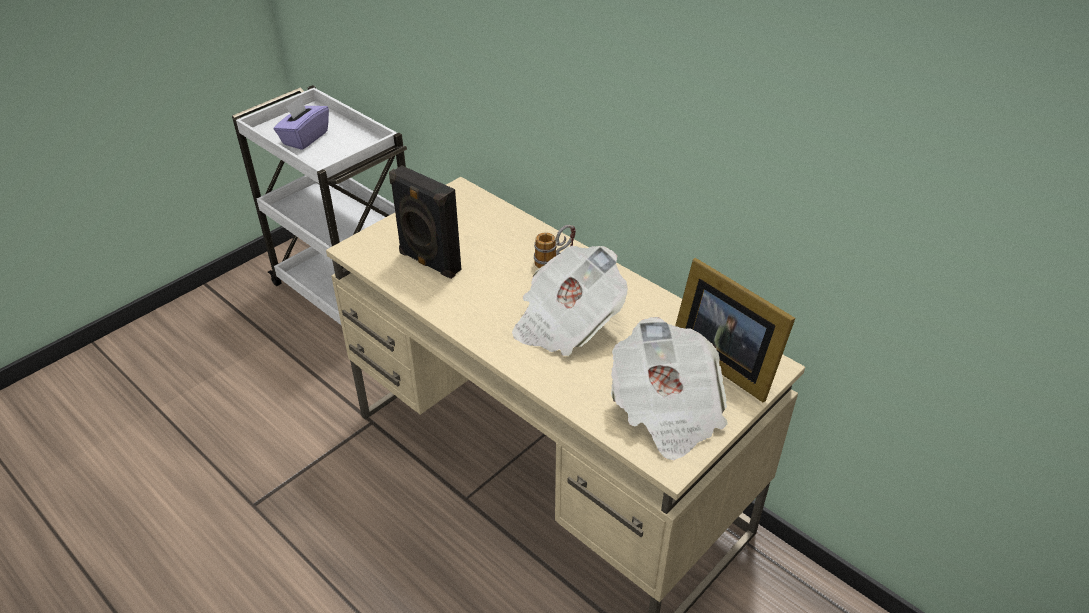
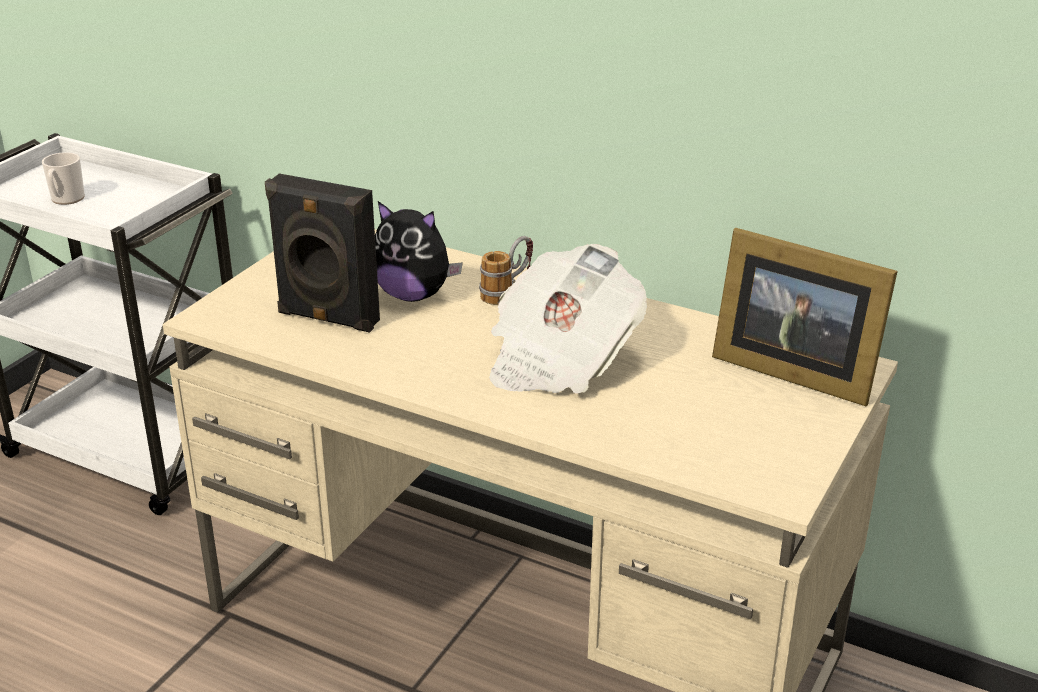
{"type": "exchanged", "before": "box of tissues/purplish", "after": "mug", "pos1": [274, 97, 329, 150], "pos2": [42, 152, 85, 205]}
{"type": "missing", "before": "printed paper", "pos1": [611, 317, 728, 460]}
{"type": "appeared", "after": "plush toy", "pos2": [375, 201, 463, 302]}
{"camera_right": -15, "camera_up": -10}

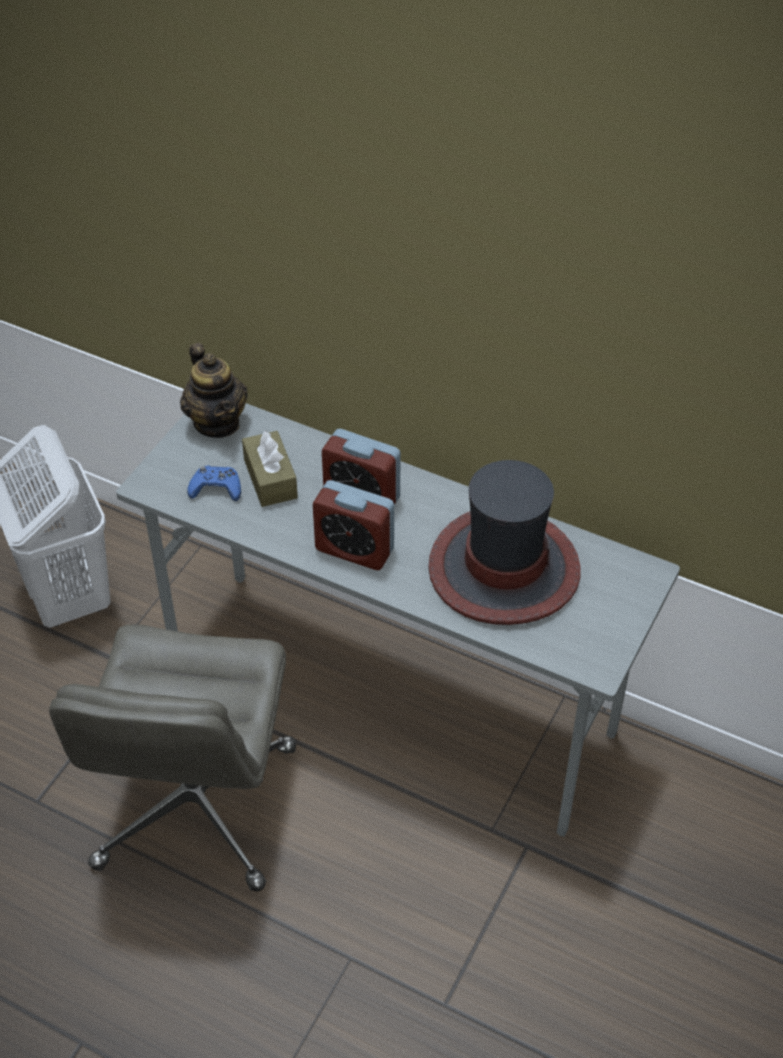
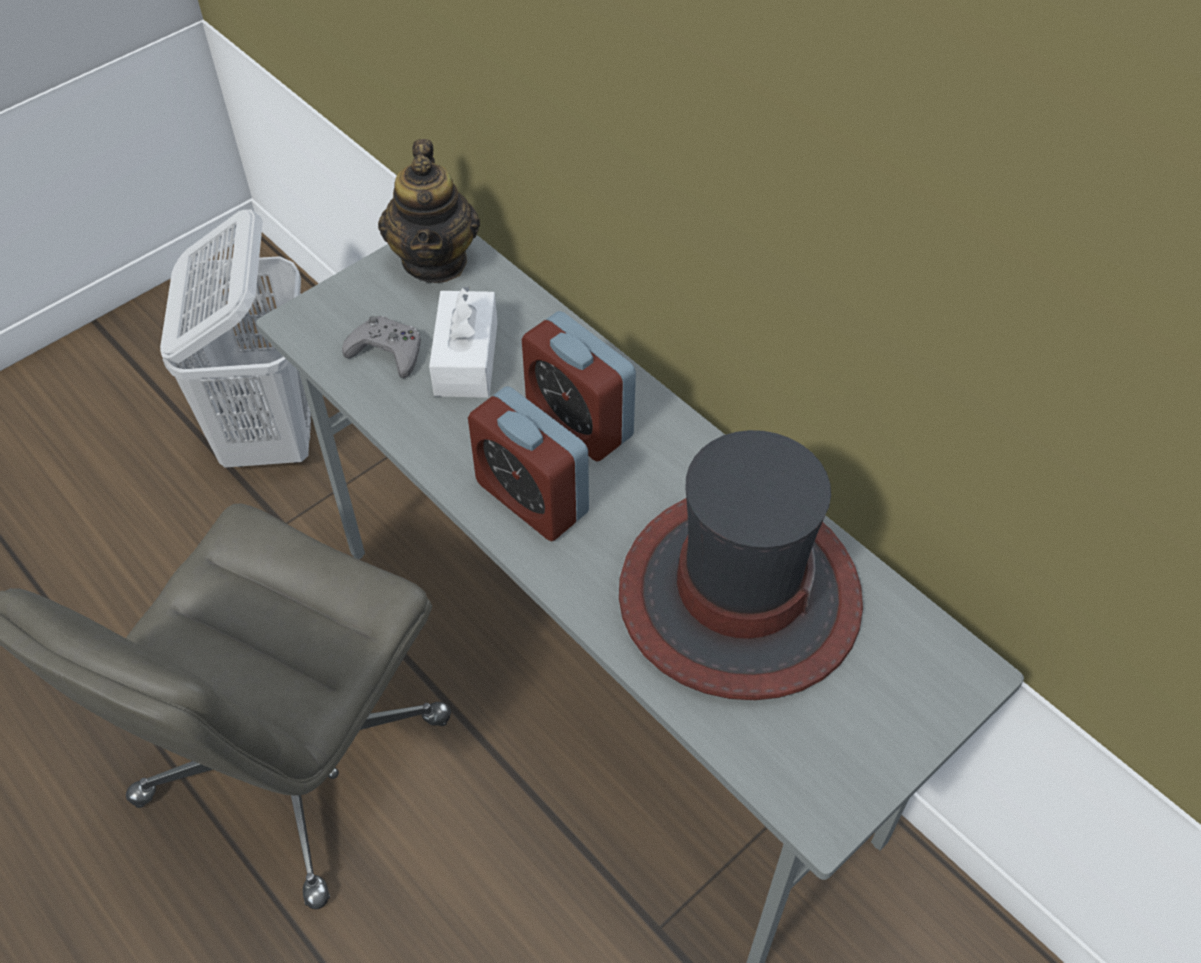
{"type": "colour", "before": "box of tissues/brown-coloured", "after": "box of tissues/white", "pos1": [242, 430, 298, 507], "pos2": [429, 286, 498, 398]}
{"type": "colour", "before": "gamepad/blue", "after": "gamepad/greyish", "pos1": [187, 466, 241, 501], "pos2": [342, 316, 421, 378]}
{"camera_right": 20, "camera_up": 5}

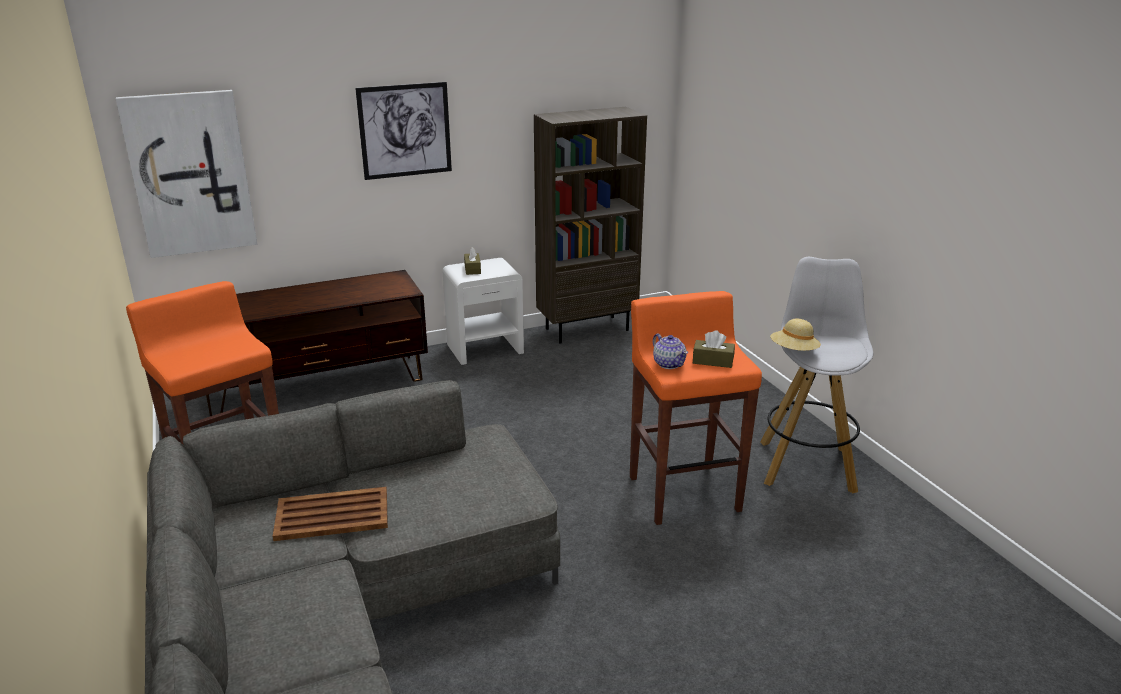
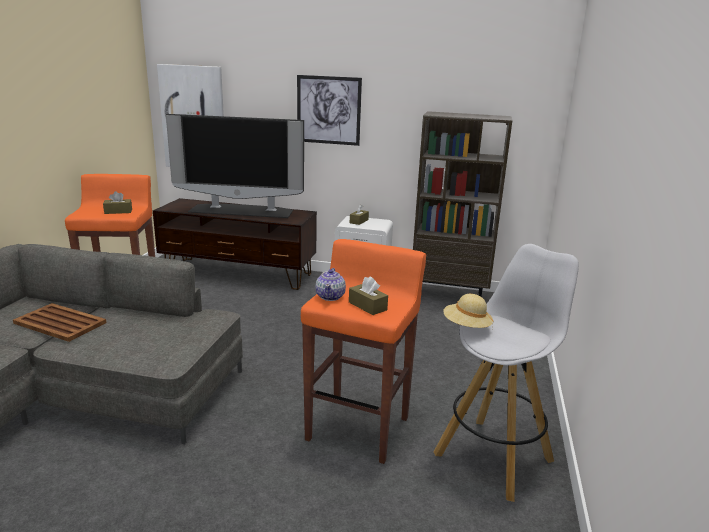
{"type": "appeared", "after": "TV set", "pos2": [166, 114, 304, 218]}
{"type": "appeared", "after": "box of tissues/brown-coloured", "pos2": [103, 191, 132, 214]}
{"camera_right": 35, "camera_up": -5}

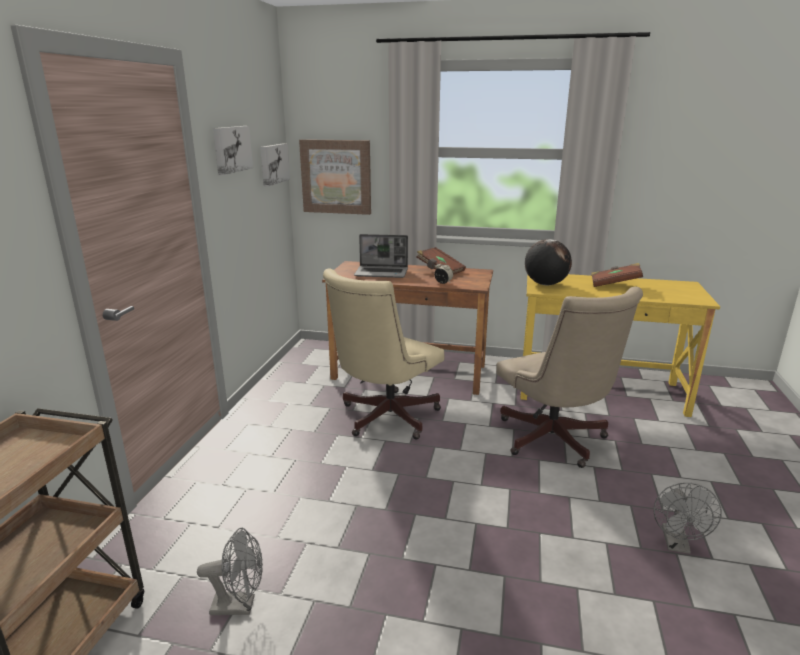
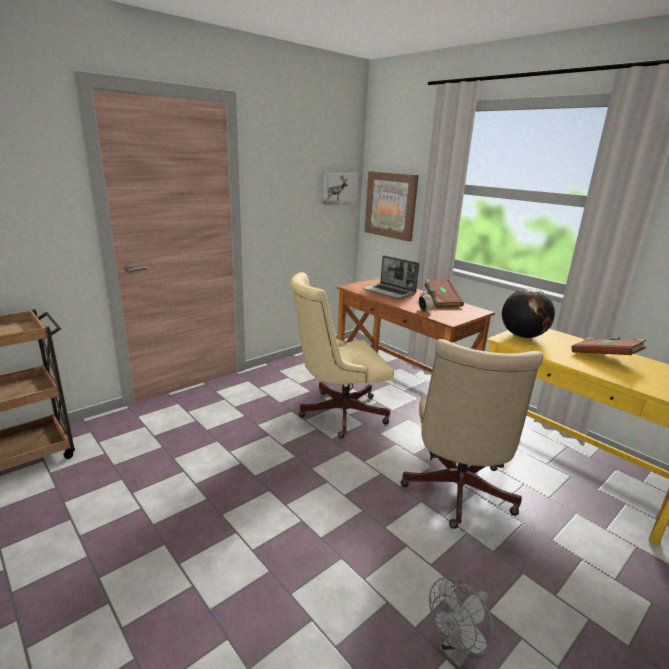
{"type": "missing", "before": "wall art", "pos1": [213, 126, 253, 175]}
{"type": "missing", "before": "electric fan/greyish", "pos1": [197, 528, 263, 615]}
{"camera_right": 35, "camera_up": 0}

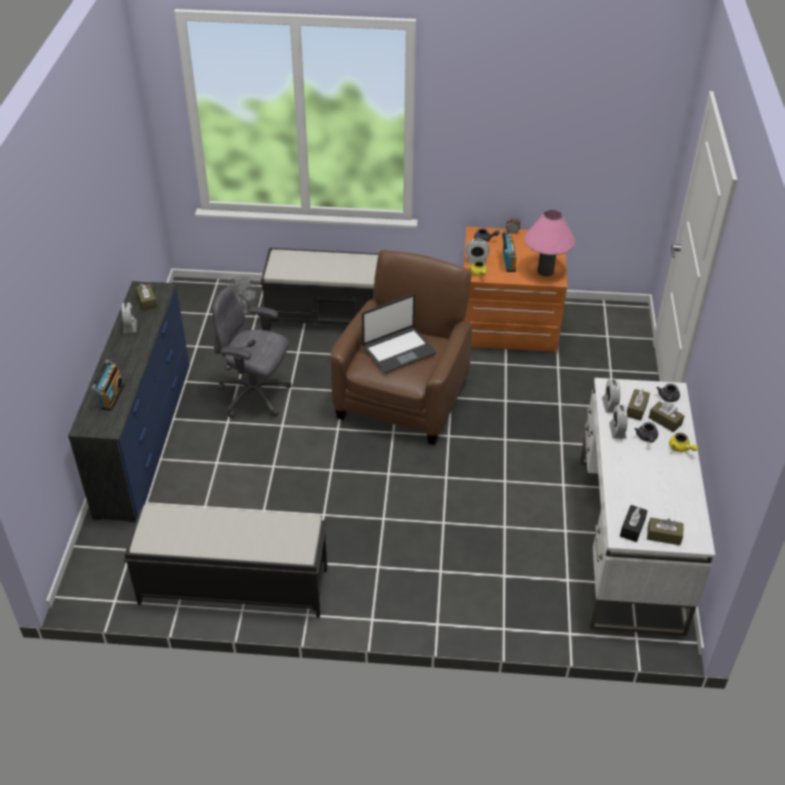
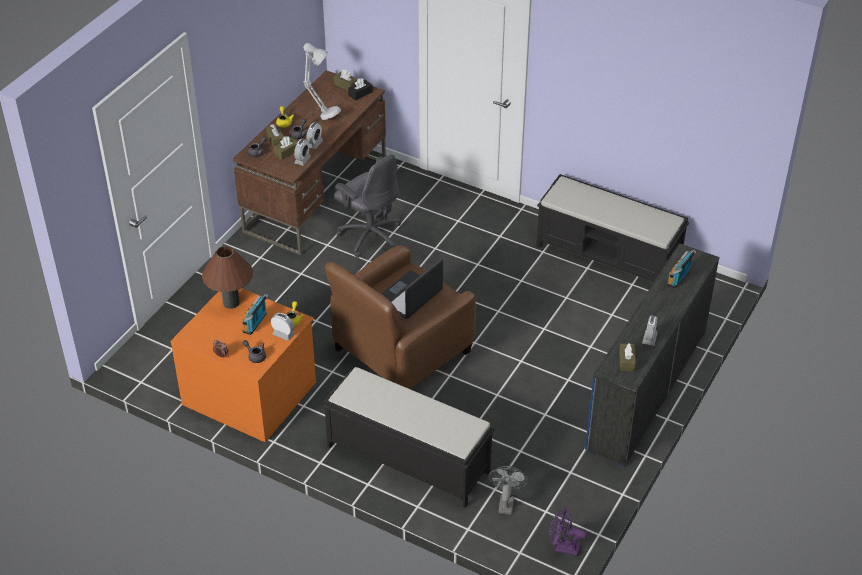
{"type": "colour", "before": "tabletop lamp/pink", "after": "tabletop lamp/brown-coloured", "pos1": [524, 210, 575, 277], "pos2": [202, 246, 253, 309]}
{"type": "relocated", "before": "computer chair/greyish", "pos1": [212, 287, 292, 418], "pos2": [334, 154, 401, 258]}
{"type": "spun", "before": "portable computer", "pos1": [362, 294, 436, 373], "pos2": [382, 258, 443, 319], "turn": -45}
{"type": "colour", "before": "desk table/white", "after": "desk table/brown-coloured", "pos1": [580, 378, 715, 636], "pos2": [233, 70, 386, 255]}
{"type": "appeared", "after": "tabletop lamp/greyish", "pos2": [303, 43, 341, 120]}
{"type": "appeared", "after": "electric fan/purplish", "pos2": [549, 508, 587, 556]}
{"camera_right": -155, "camera_up": 0}

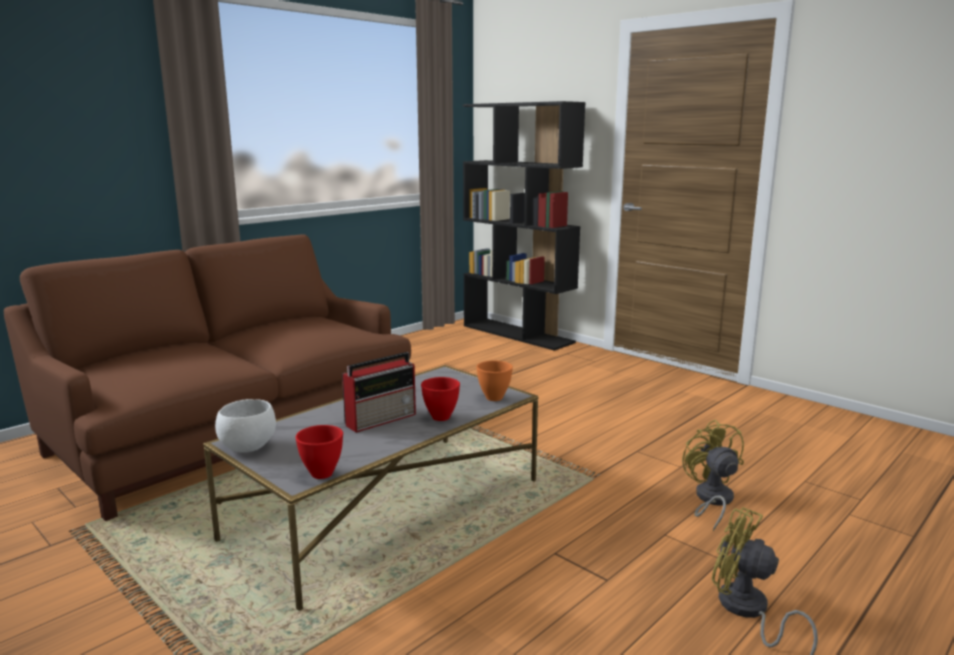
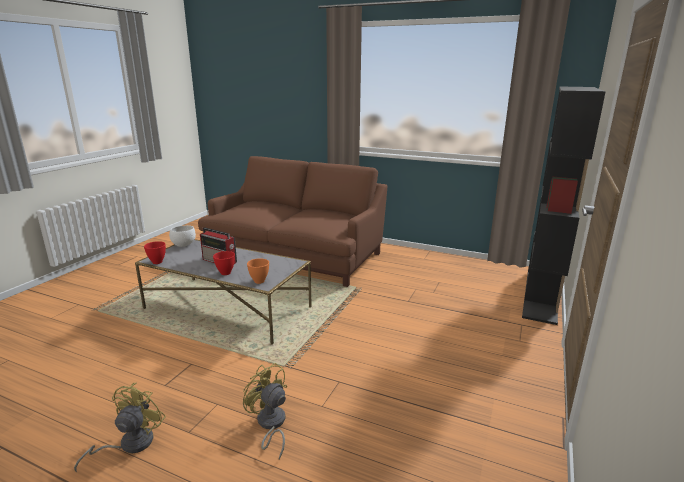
{"type": "spun", "before": "electric fan/yellowish", "pos1": [682, 420, 744, 531], "pos2": [243, 363, 287, 460], "turn": -105}
{"camera_right": 70, "camera_up": 5}

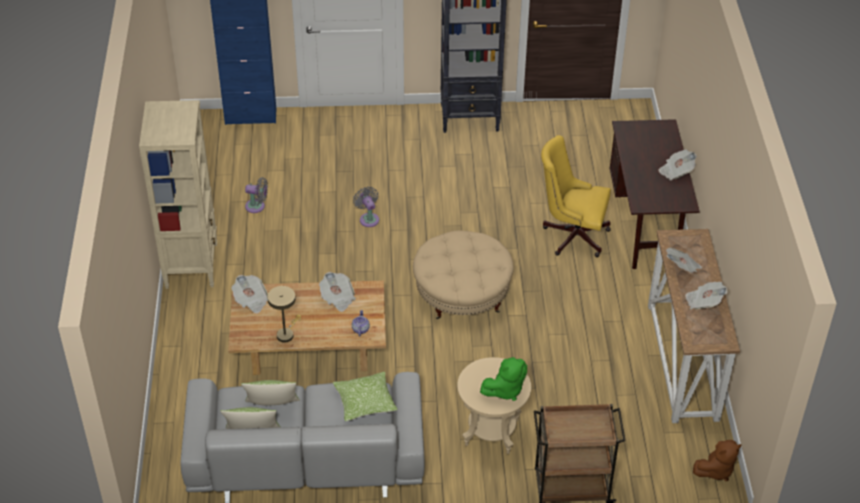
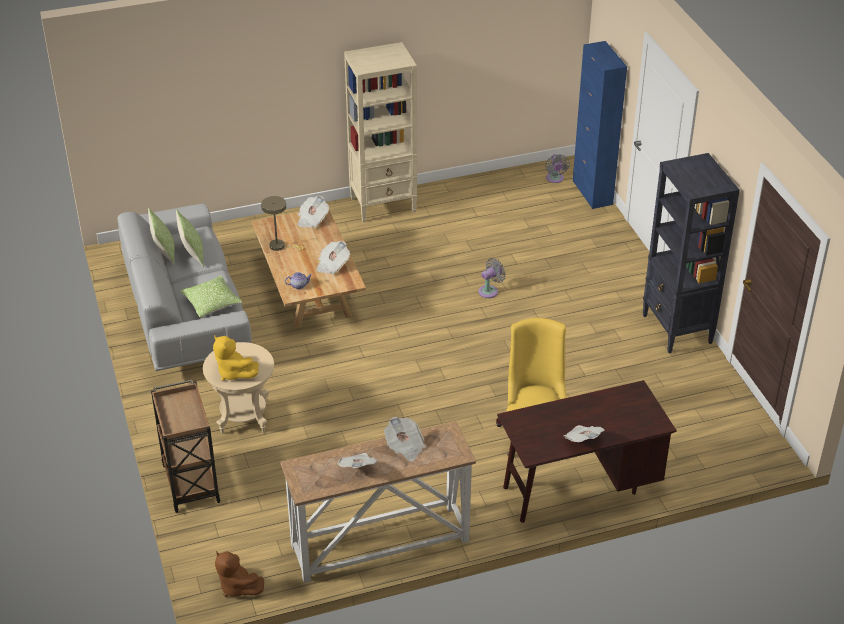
{"type": "relocated", "before": "electric fan/greyish", "pos1": [245, 177, 268, 213], "pos2": [545, 154, 570, 183]}
{"type": "missing", "before": "footrest/beige", "pos1": [413, 231, 514, 319]}
{"type": "colour", "before": "plush toy/green", "after": "plush toy/yellowish", "pos1": [480, 357, 527, 401], "pos2": [213, 335, 259, 381]}
{"camera_right": 75, "camera_up": -5}

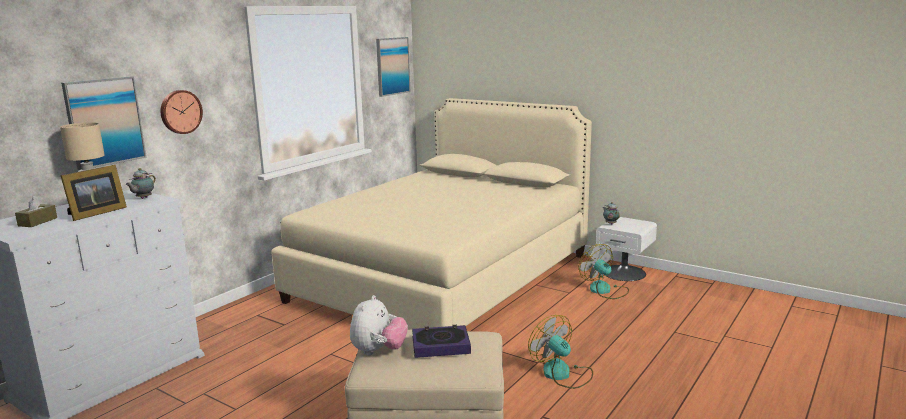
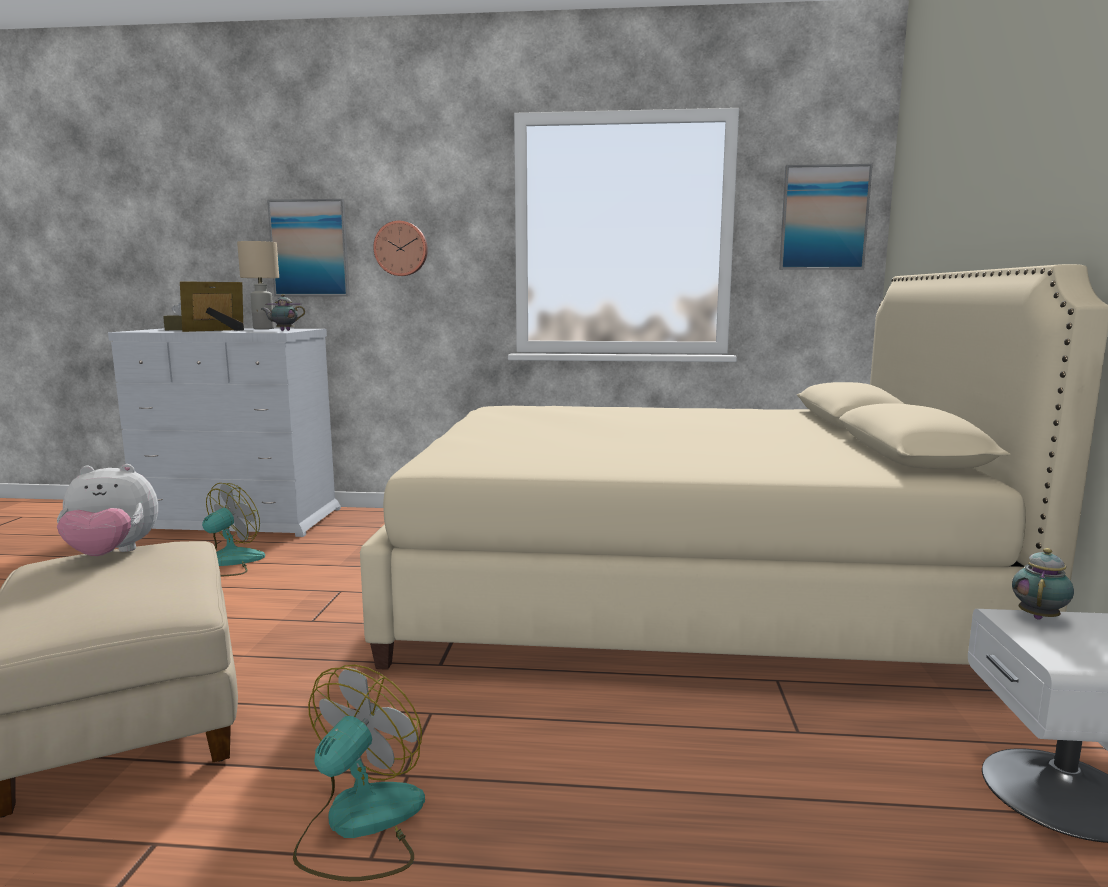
{"type": "spun", "before": "photo frame", "pos1": [60, 165, 127, 221], "pos2": [180, 281, 244, 332], "turn": 135}
{"type": "relocated", "before": "electric fan", "pos1": [579, 244, 629, 299], "pos2": [202, 483, 265, 577]}
{"type": "missing", "before": "book", "pos1": [412, 325, 471, 358]}
{"camera_right": 60, "camera_up": -5}

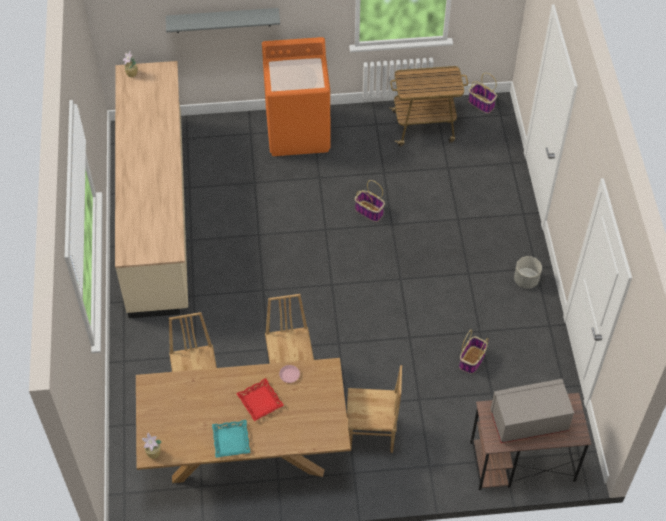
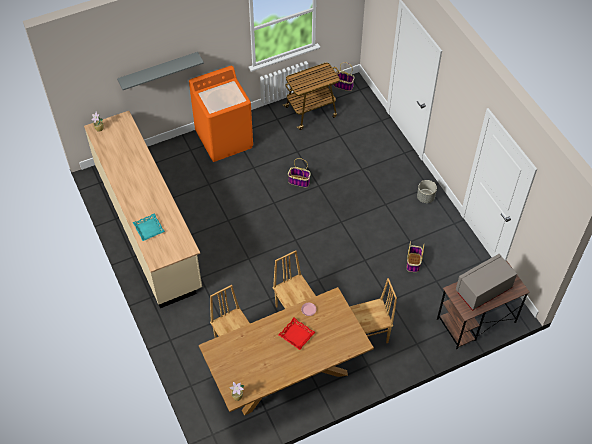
{"type": "relocated", "before": "tray/blue-green", "pos1": [212, 420, 251, 458], "pos2": [133, 213, 165, 241]}
{"camera_right": -20, "camera_up": 0}

